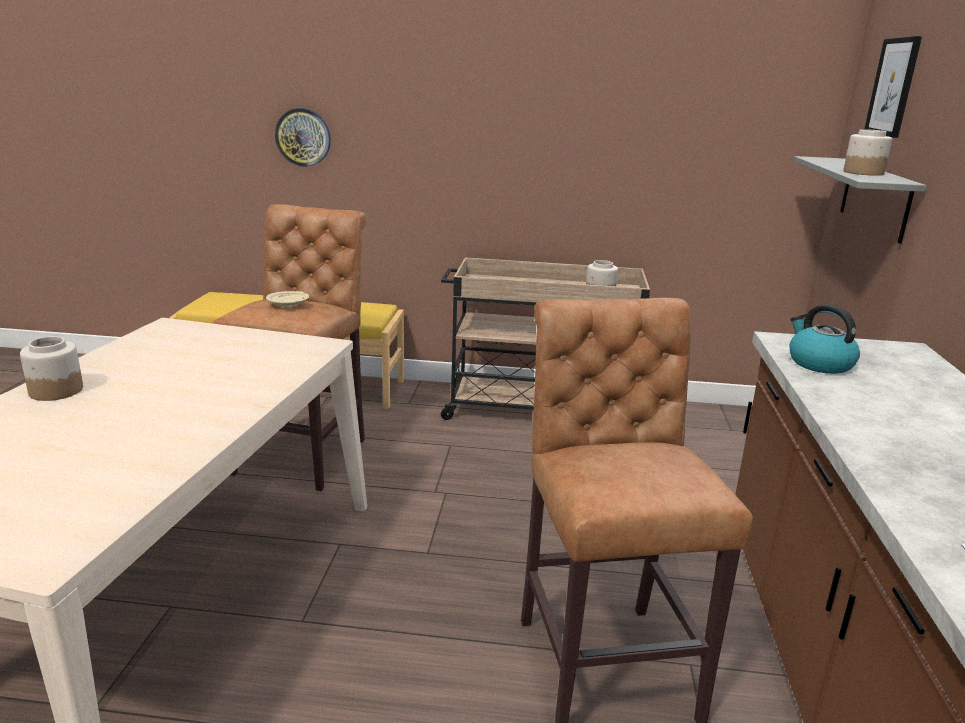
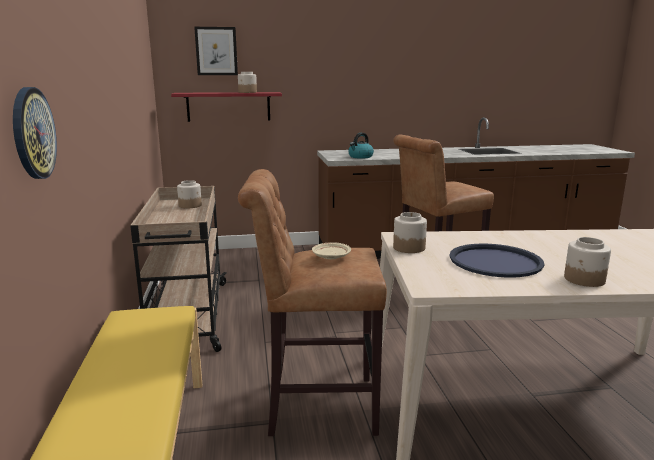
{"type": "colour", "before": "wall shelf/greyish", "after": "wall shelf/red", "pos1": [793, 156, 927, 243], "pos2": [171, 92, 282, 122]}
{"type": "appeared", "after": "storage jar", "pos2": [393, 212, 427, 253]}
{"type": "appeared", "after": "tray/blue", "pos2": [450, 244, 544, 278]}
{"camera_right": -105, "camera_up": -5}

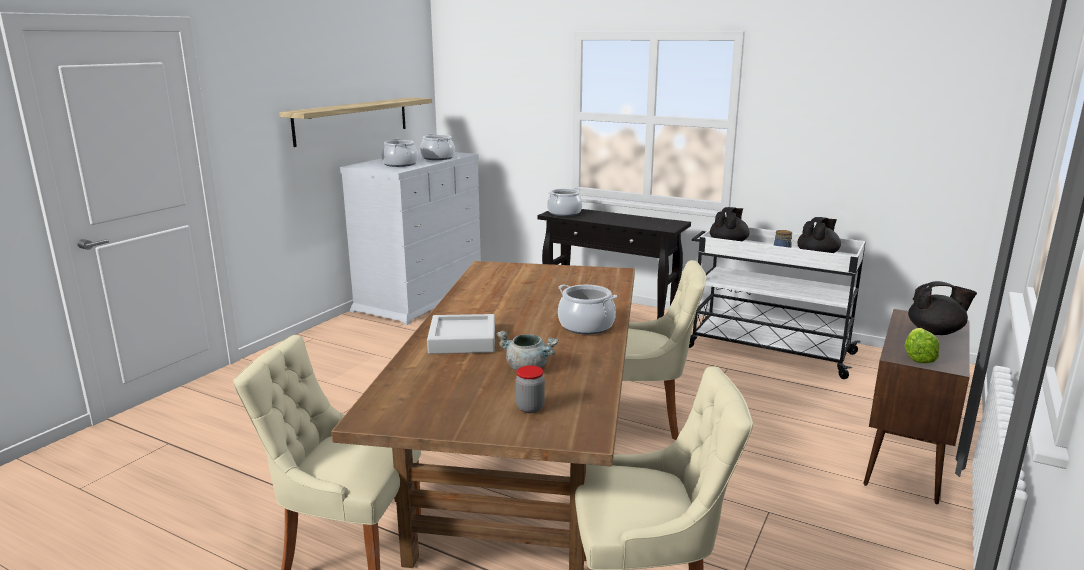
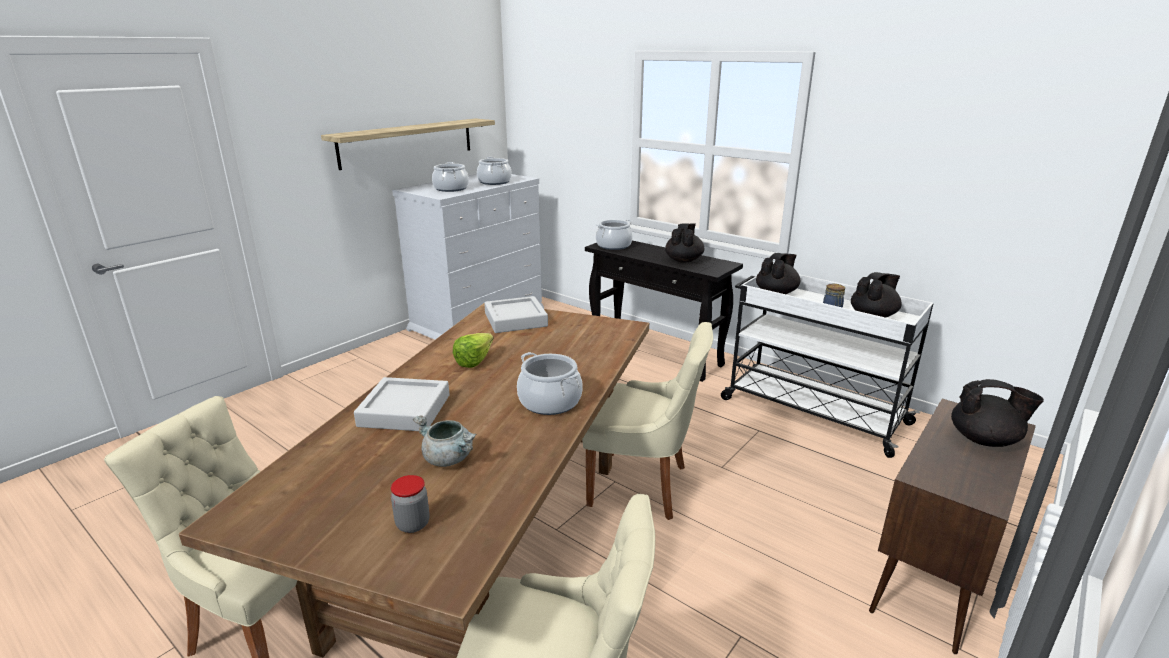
{"type": "relocated", "before": "head of lettuce", "pos1": [905, 328, 940, 363], "pos2": [453, 333, 494, 368]}
{"type": "appeared", "after": "tea pot/blackish", "pos2": [665, 223, 704, 263]}
{"type": "appeared", "after": "tray/greyish", "pos2": [484, 296, 548, 333]}
{"camera_right": 10, "camera_up": 5}

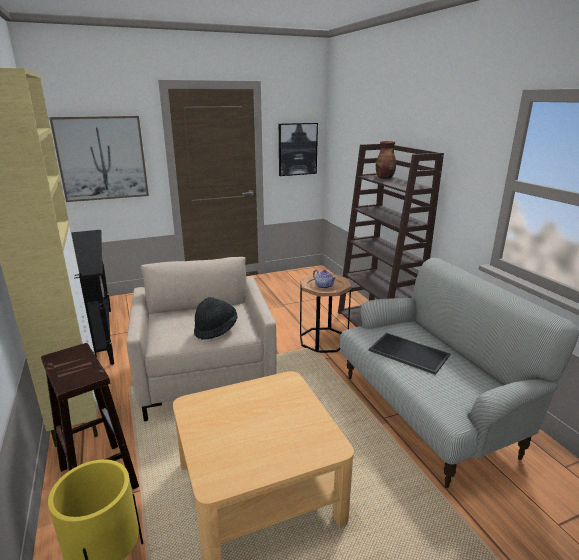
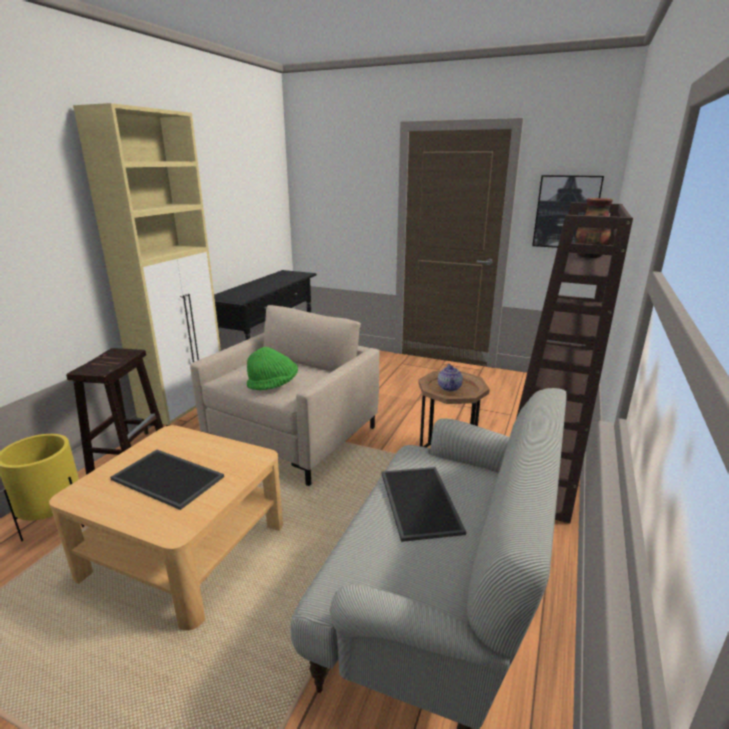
{"type": "missing", "before": "wall art", "pos1": [49, 116, 149, 202]}
{"type": "colour", "before": "hat/blackish", "after": "hat/green", "pos1": [194, 297, 237, 340], "pos2": [247, 347, 298, 390]}
{"type": "appeared", "after": "tray", "pos2": [110, 450, 224, 510]}
{"camera_right": 45, "camera_up": 0}

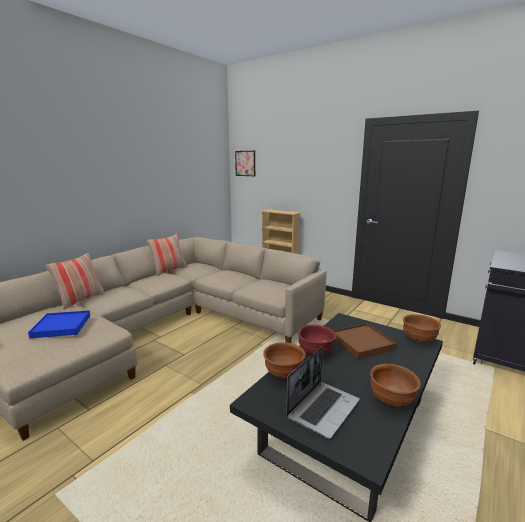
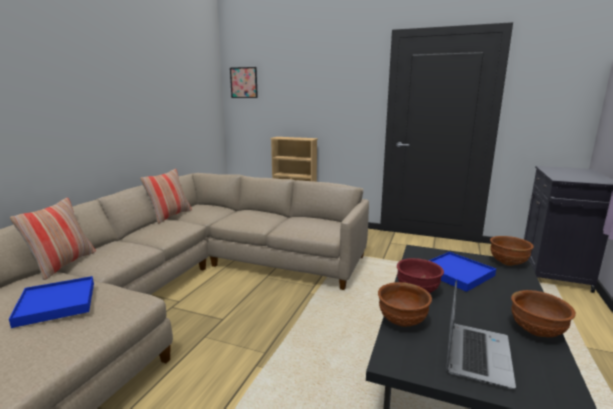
{"type": "colour", "before": "tray/brown-coloured", "after": "tray/blue", "pos1": [333, 323, 397, 359], "pos2": [428, 252, 496, 292]}
{"camera_right": -15, "camera_up": 0}

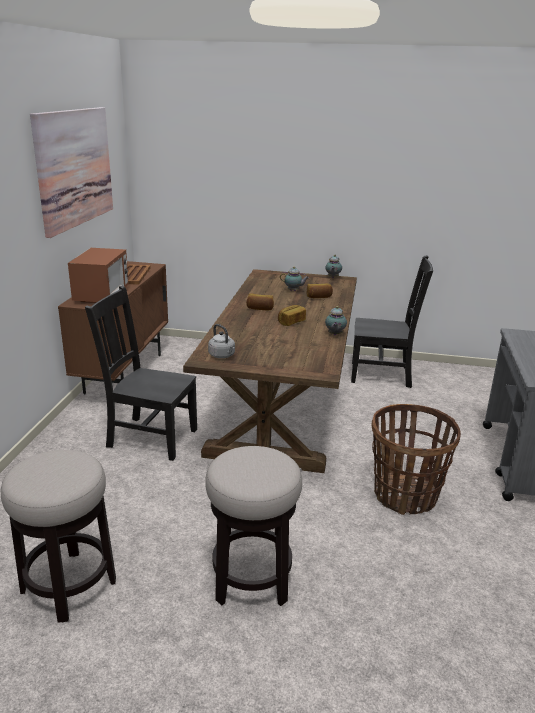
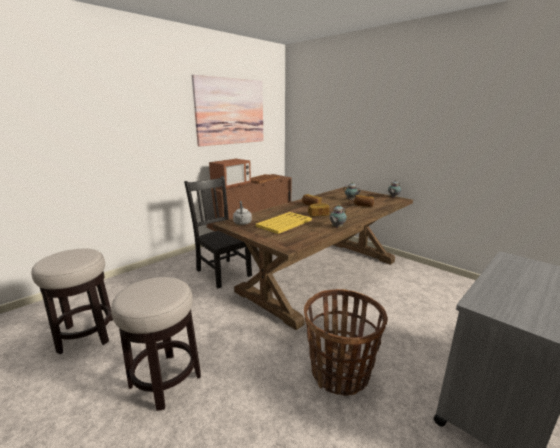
{"type": "missing", "before": "plain chair/blackish", "pos1": [351, 255, 433, 388]}
{"type": "appeared", "after": "tray/yellowish", "pos2": [256, 212, 312, 234]}
{"camera_right": 35, "camera_up": -5}

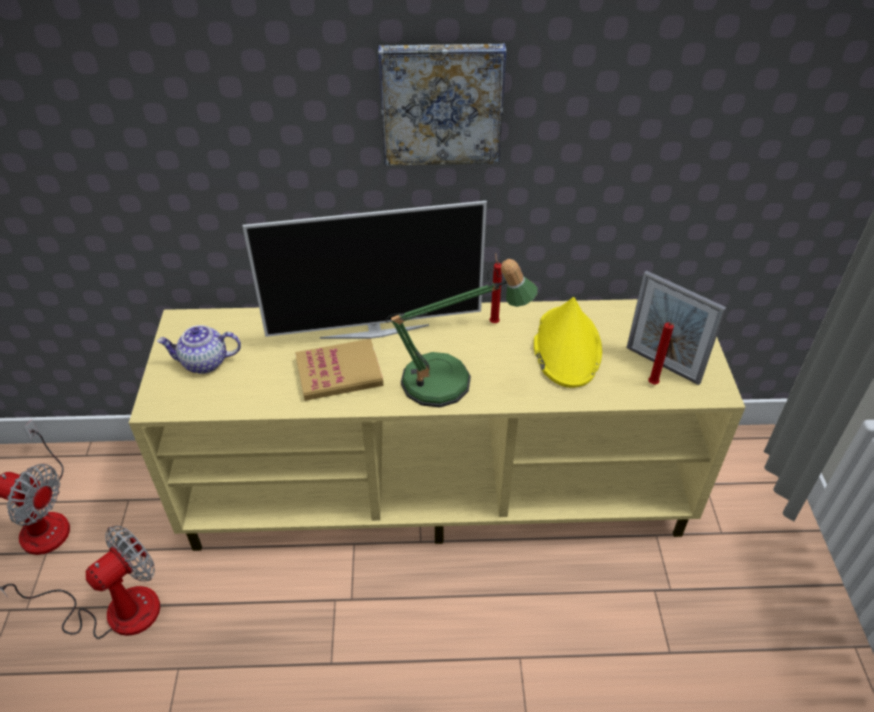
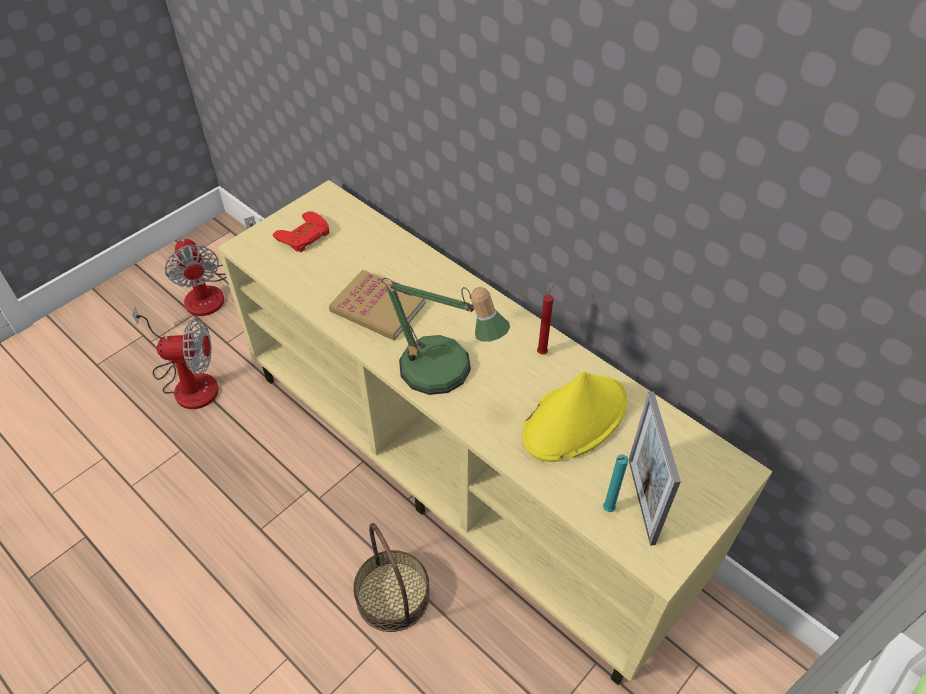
{"type": "missing", "before": "wall art", "pos1": [378, 44, 506, 165]}
{"type": "missing", "before": "TV set", "pos1": [243, 201, 487, 339]}
{"type": "colour", "before": "wax candle/red", "after": "wax candle/blue-green", "pos1": [648, 323, 674, 385], "pos2": [603, 454, 628, 512]}
{"type": "exchanged", "before": "tea pot", "after": "gamepad/red", "pos1": [157, 325, 241, 374], "pos2": [273, 211, 329, 253]}
{"type": "appeared", "after": "household basket", "pos2": [353, 523, 430, 632]}
{"camera_right": 45, "camera_up": 5}

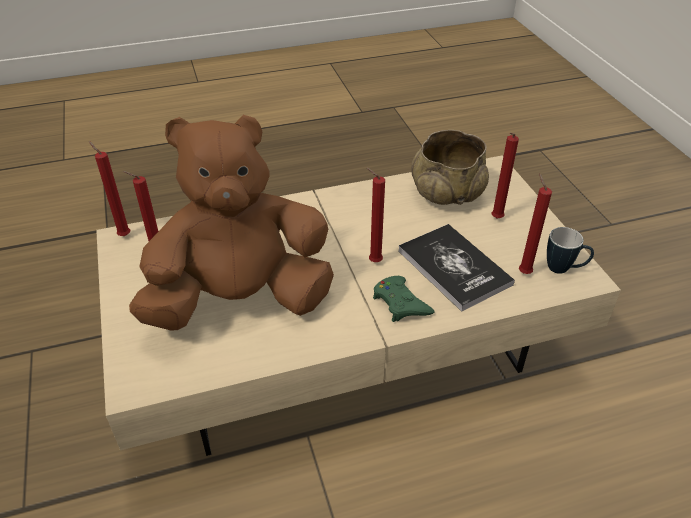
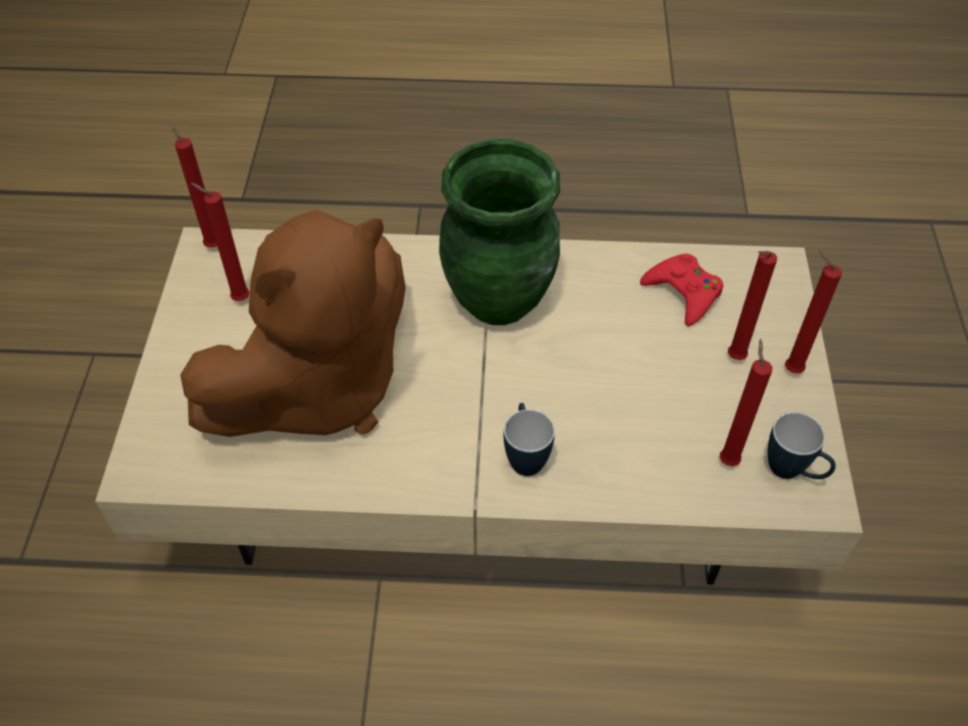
{"type": "spun", "before": "plush toy/brown-coloured", "pos1": [129, 115, 334, 331], "pos2": [180, 209, 406, 437], "turn": 135}
{"type": "exchanged", "before": "deep dish/beige", "after": "gamepad/red", "pos1": [411, 130, 489, 205], "pos2": [640, 253, 724, 326]}
{"type": "relocated", "before": "wax candle/red", "pos1": [367, 168, 385, 262], "pos2": [785, 250, 842, 373]}
{"type": "missing", "before": "book", "pos1": [398, 224, 515, 312]}
{"type": "exchanged", "before": "gamepad/green", "after": "mug", "pos1": [373, 276, 435, 322], "pos2": [503, 403, 555, 476]}
{"type": "appeared", "after": "decorative vase/green", "pos2": [439, 139, 560, 325]}
{"camera_right": 20, "camera_up": 10}

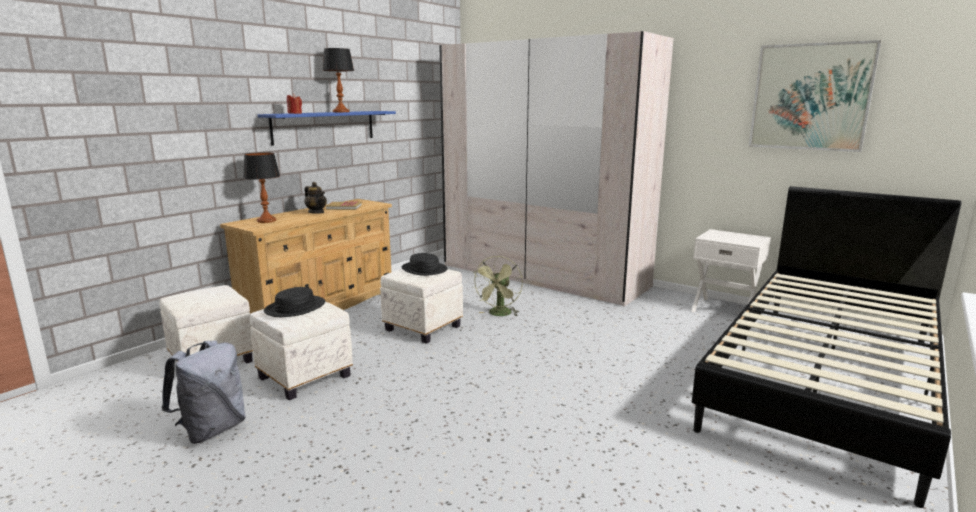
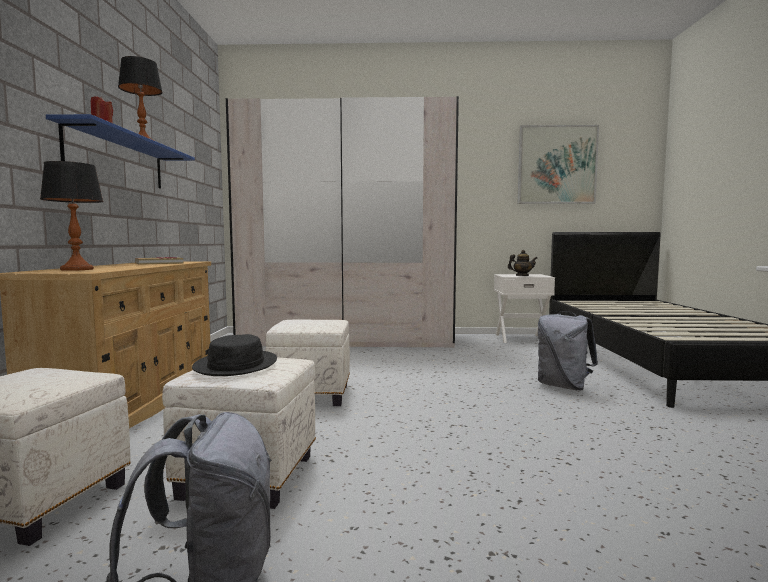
{"type": "relocated", "before": "tea pot", "pos1": [304, 182, 327, 214], "pos2": [508, 250, 537, 276]}
{"type": "missing", "before": "hat/blackish", "pos1": [402, 253, 448, 276]}
{"type": "missing", "before": "electric fan/green", "pos1": [473, 256, 523, 316]}
{"type": "appeared", "after": "knapsack/greyish", "pos2": [538, 311, 598, 390]}
{"camera_right": -35, "camera_up": -10}

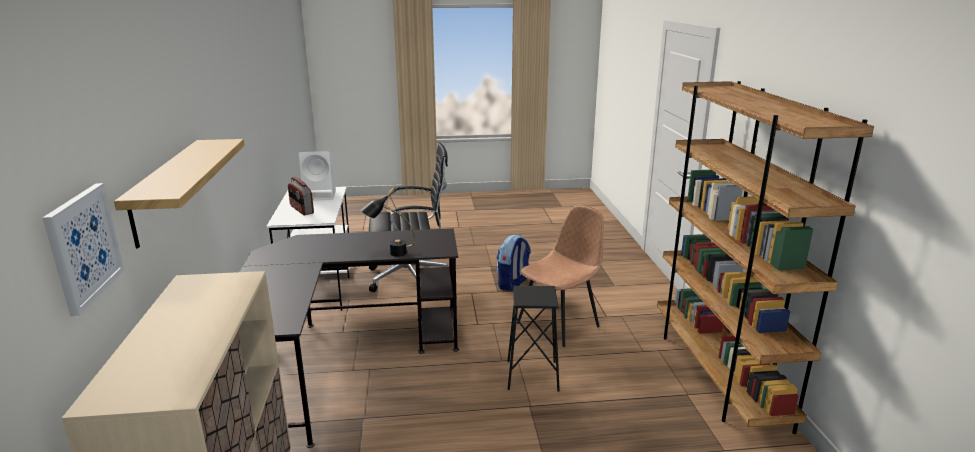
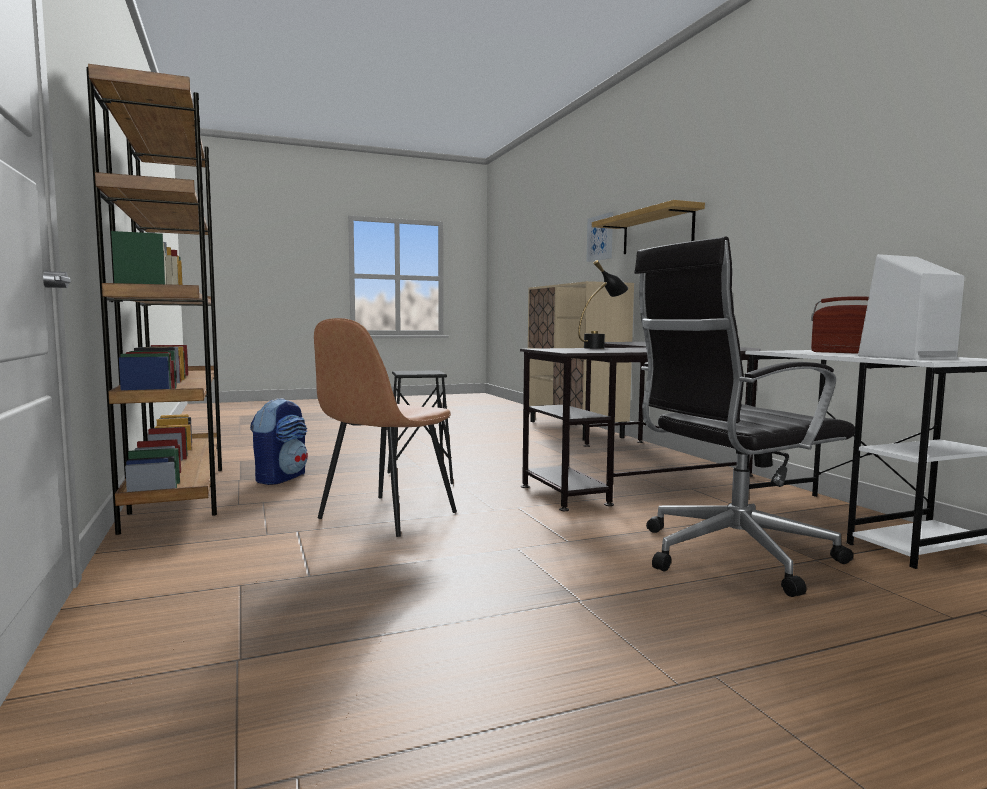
{"type": "relocated", "before": "knapsack", "pos1": [496, 234, 531, 291], "pos2": [250, 398, 308, 485]}
{"camera_right": 165, "camera_up": -15}

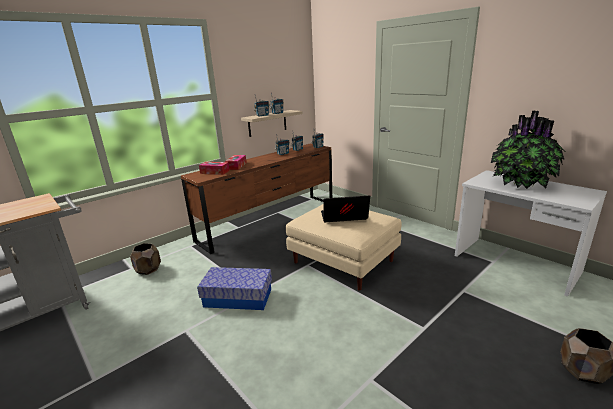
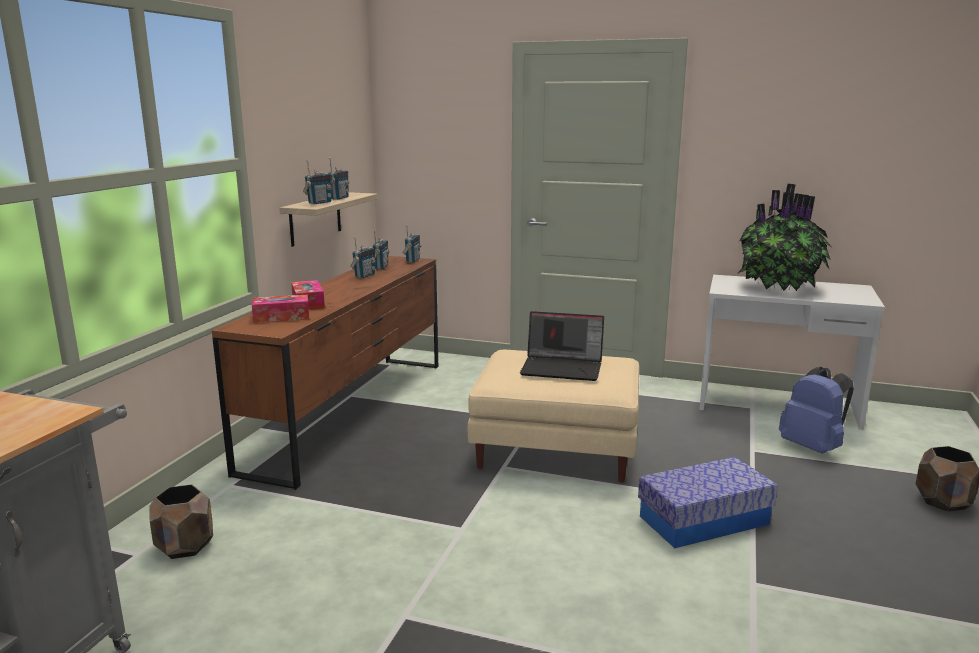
{"type": "spun", "before": "portable computer", "pos1": [321, 195, 370, 222], "pos2": [520, 311, 604, 381], "turn": -135}
{"type": "relocated", "before": "storage bin", "pos1": [197, 267, 272, 310], "pos2": [638, 457, 778, 548]}
{"type": "appeared", "after": "knapsack/blue", "pos2": [779, 367, 854, 454]}
{"camera_right": -30, "camera_up": -5}

